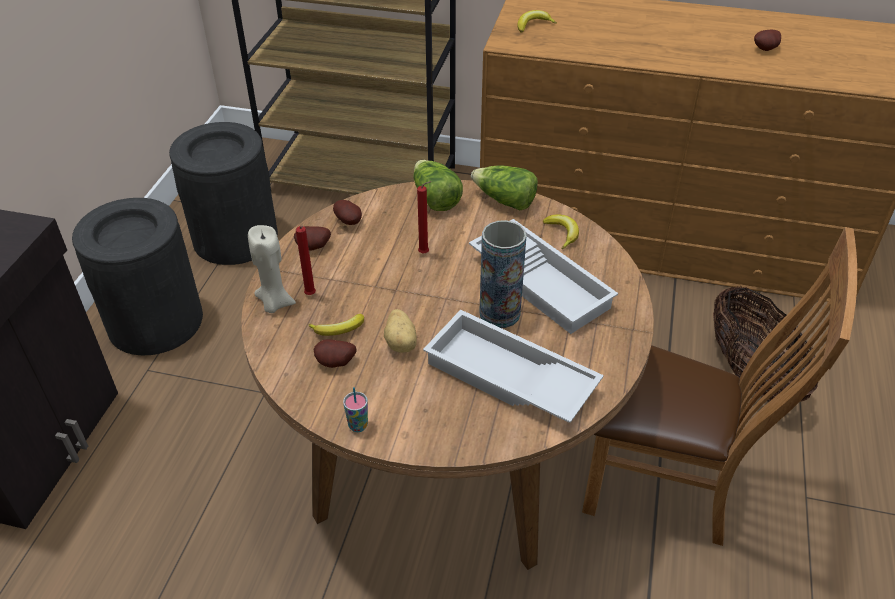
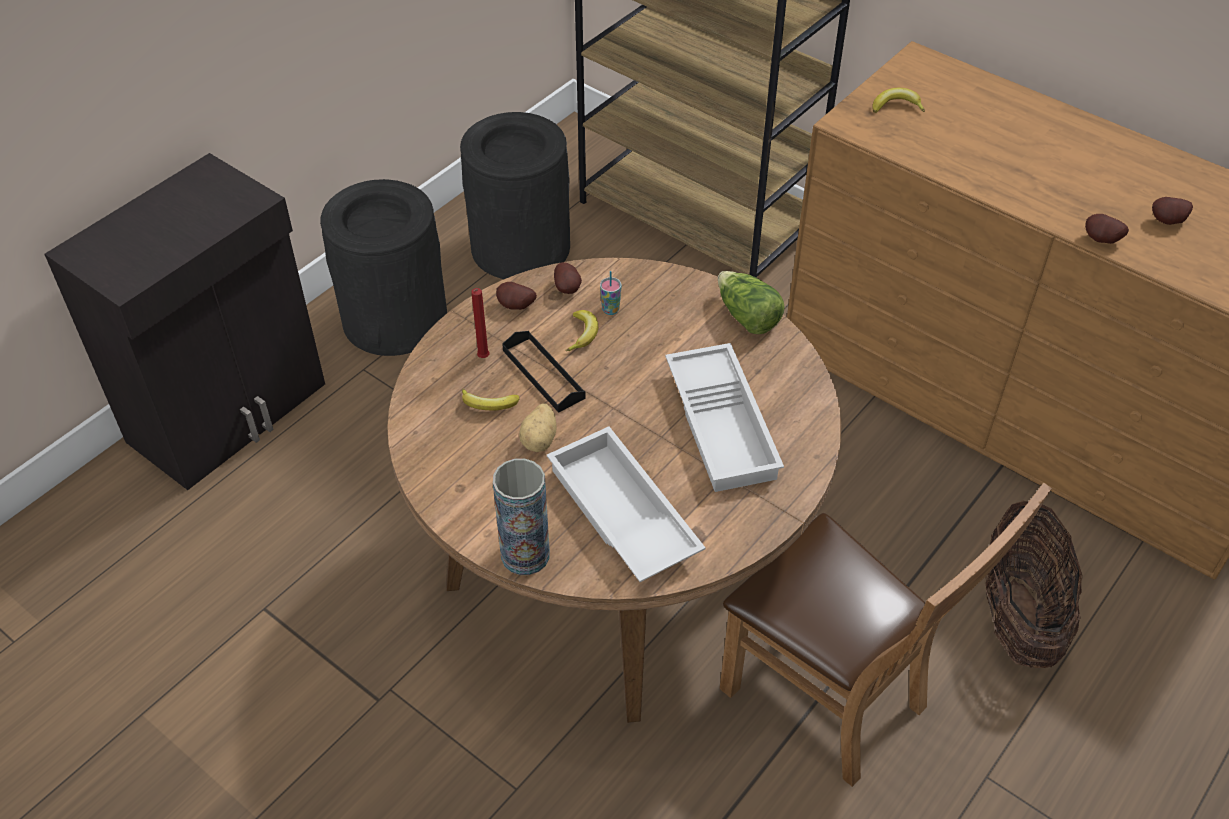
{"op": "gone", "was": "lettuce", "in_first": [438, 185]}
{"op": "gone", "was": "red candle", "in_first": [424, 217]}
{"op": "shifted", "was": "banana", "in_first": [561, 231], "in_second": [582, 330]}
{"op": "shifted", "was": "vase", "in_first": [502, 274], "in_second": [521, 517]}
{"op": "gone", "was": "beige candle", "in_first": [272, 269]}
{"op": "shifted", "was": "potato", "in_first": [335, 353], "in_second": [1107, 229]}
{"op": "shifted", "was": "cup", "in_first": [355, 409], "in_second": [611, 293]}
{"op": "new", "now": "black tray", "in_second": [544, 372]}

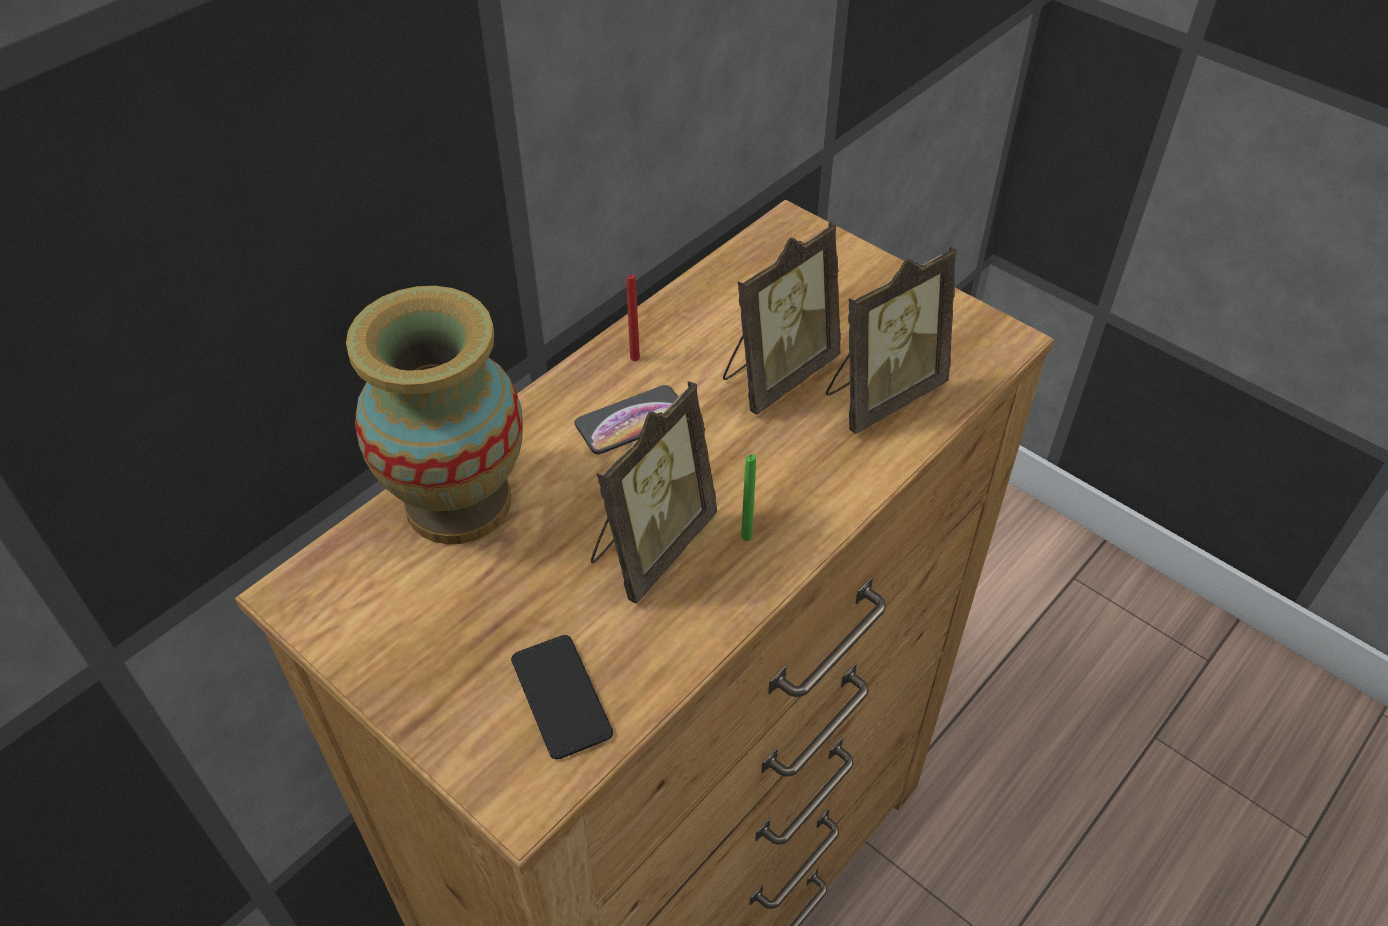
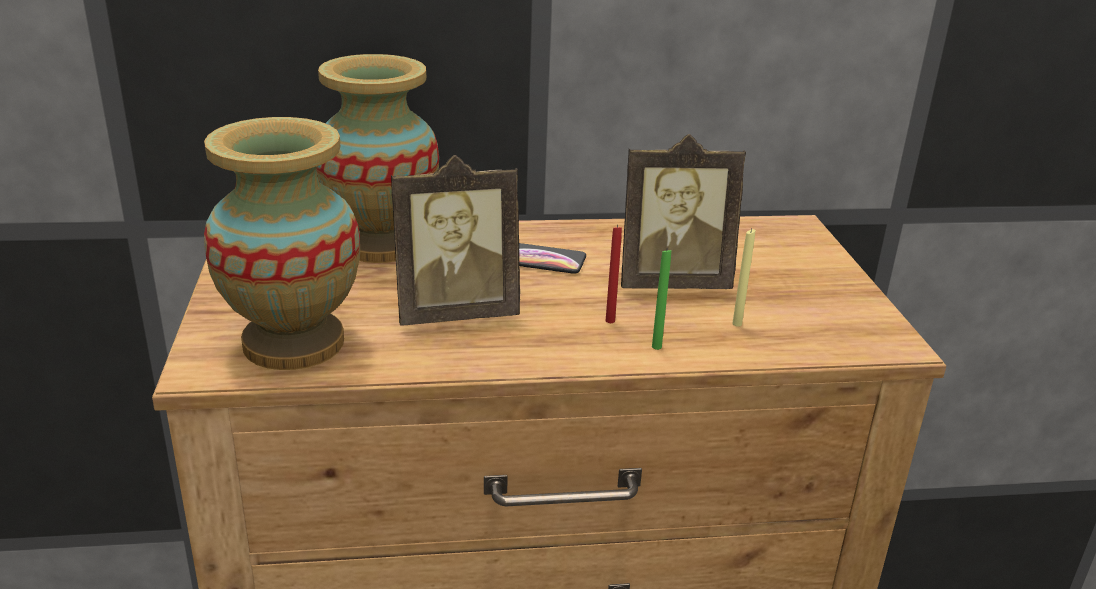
{"op": "swapped", "was": "picture frame", "now": "yellow candle", "in_first": [891, 340], "in_second": [743, 277]}
{"op": "shifted", "was": "red candle", "in_first": [633, 317], "in_second": [614, 273]}
{"op": "shifted", "was": "green candle", "in_first": [748, 497], "in_second": [661, 300]}
{"op": "swapped", "was": "phone", "now": "vase", "in_first": [562, 697], "in_second": [282, 243]}

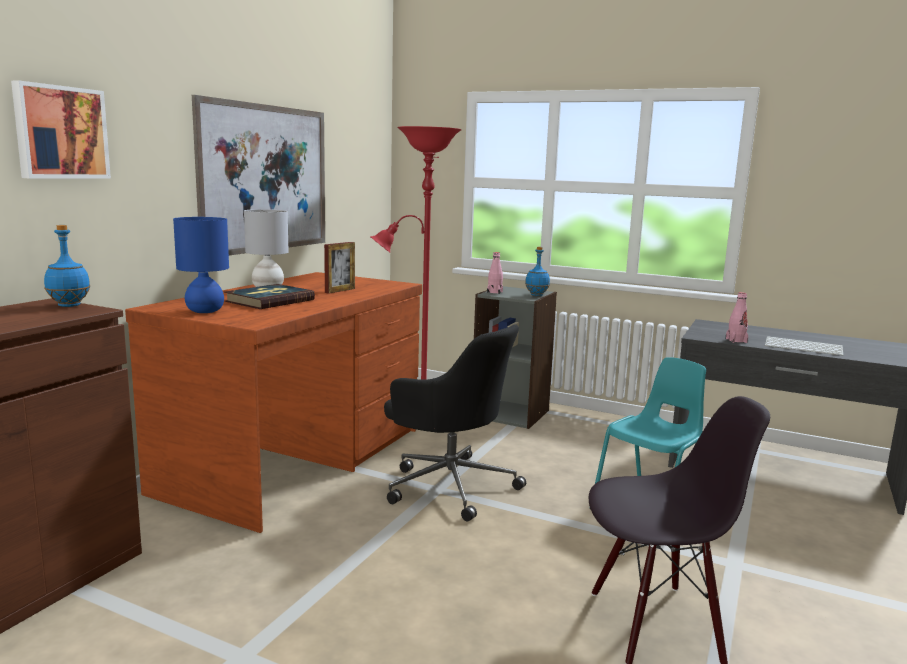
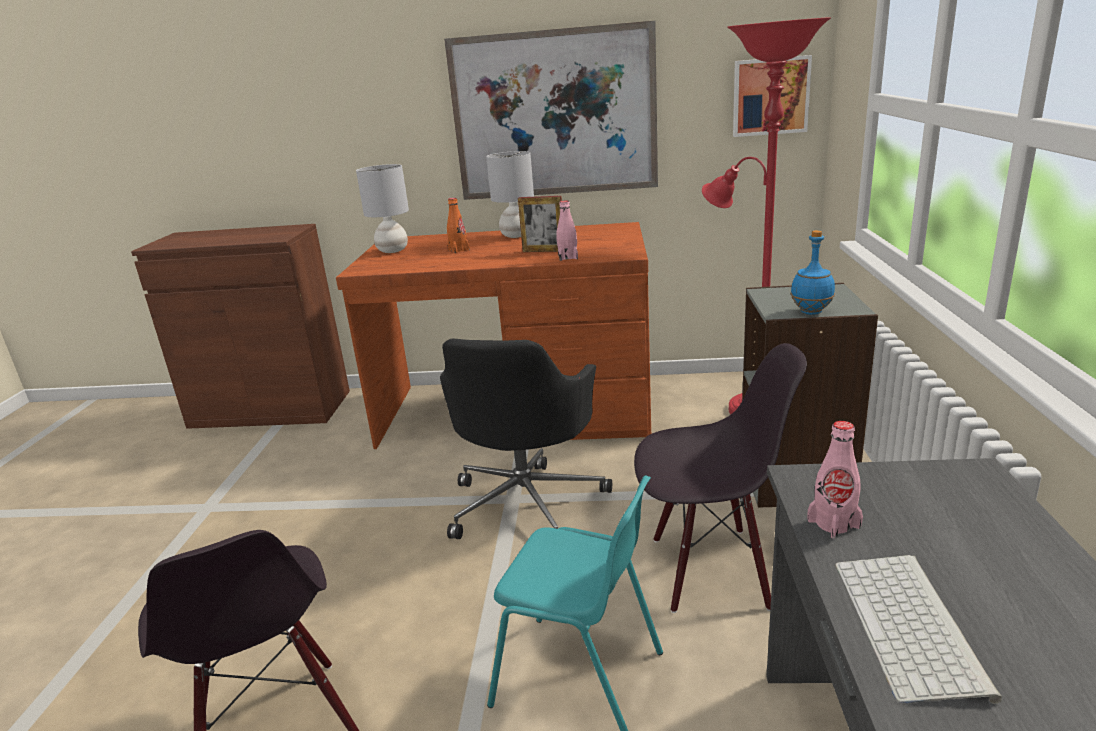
{"op": "shifted", "was": "picture", "in_first": [61, 129], "in_second": [772, 96]}
{"op": "repainted", "was": "blue table lamp", "now": "grey table lamp", "in_first": [201, 265], "in_second": [382, 208]}
{"op": "gone", "was": "blue bottle", "in_first": [67, 266]}
{"op": "shifted", "was": "pink bottle", "in_first": [495, 273], "in_second": [567, 230]}
{"op": "swapped", "was": "book", "now": "orange bottle", "in_first": [269, 296], "in_second": [458, 225]}
{"op": "new", "now": "black chair", "in_second": [720, 478]}

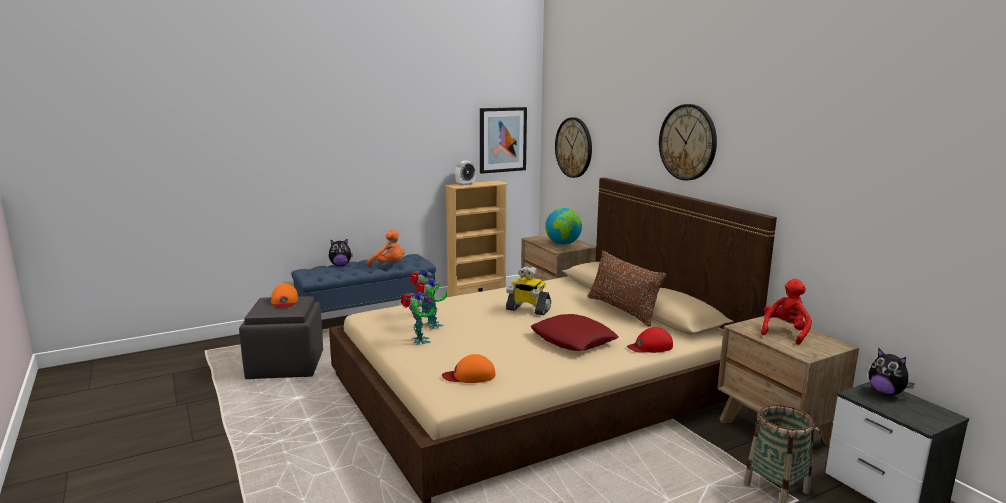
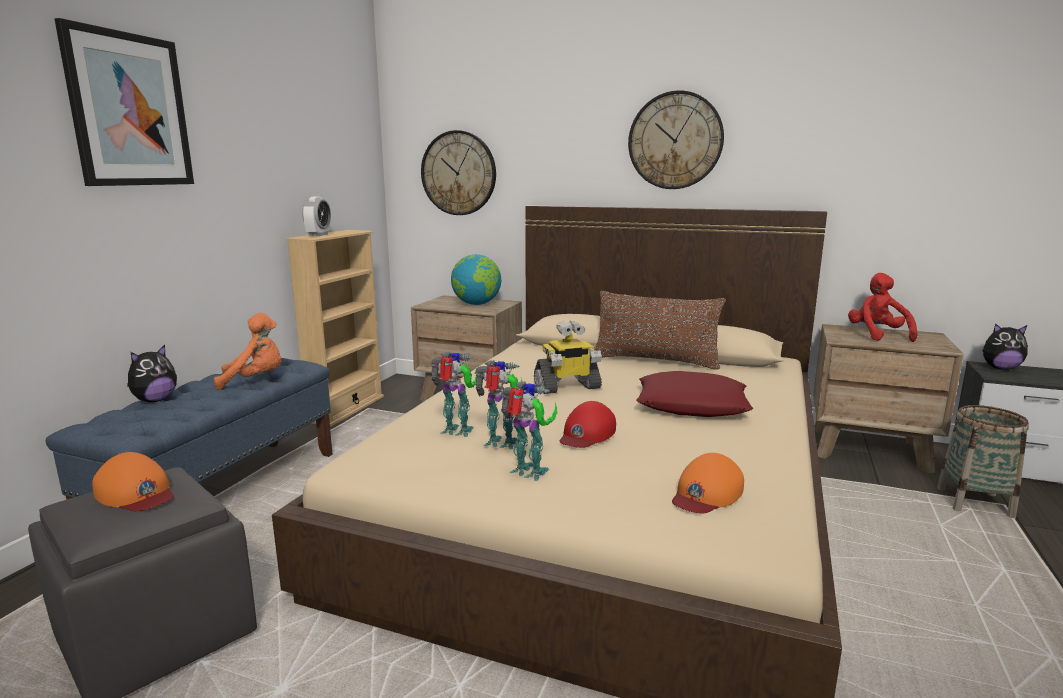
{"op": "shifted", "was": "picture", "in_first": [503, 140], "in_second": [124, 102]}
{"op": "shifted", "was": "red cap", "in_first": [650, 340], "in_second": [587, 424]}

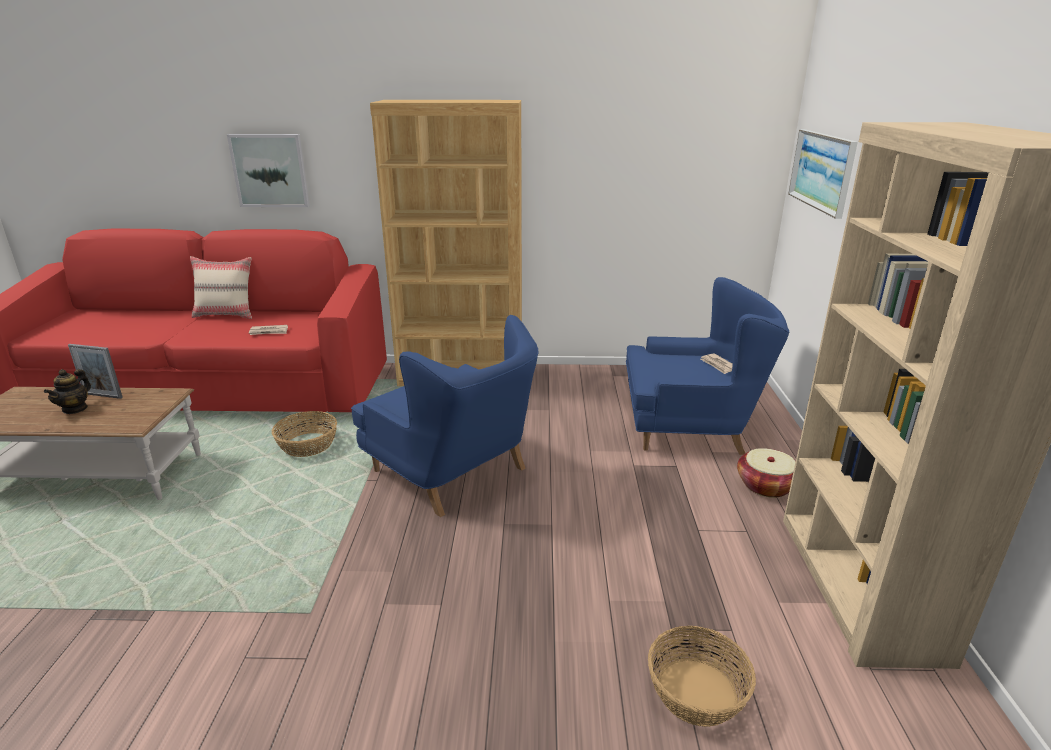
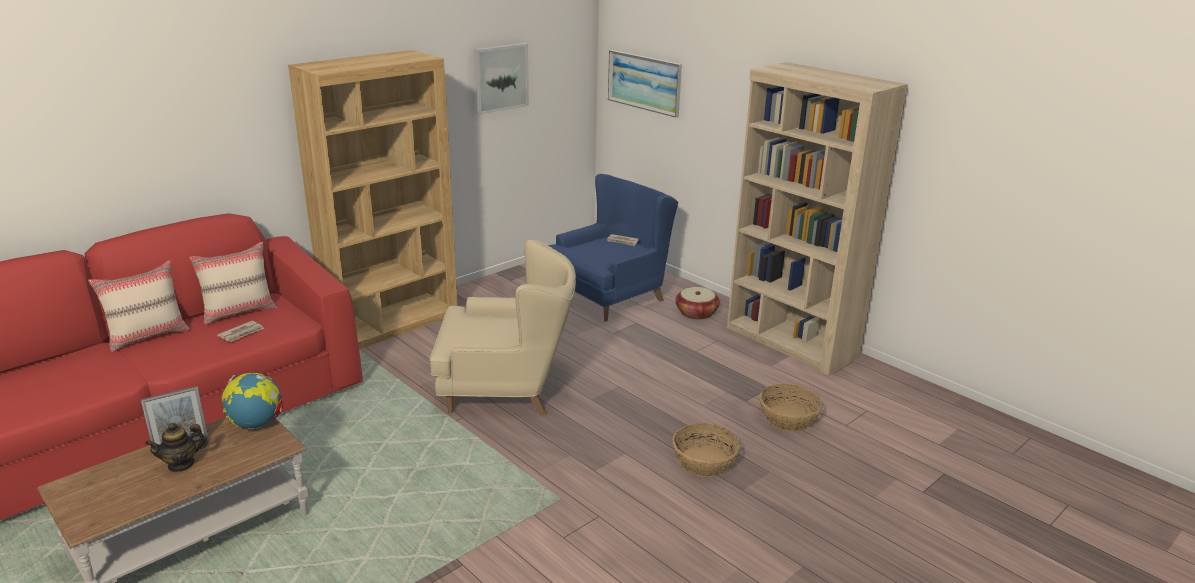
{"op": "shifted", "was": "picture", "in_first": [268, 170], "in_second": [501, 79]}
{"op": "repainted", "was": "blue armchair", "now": "beige armchair", "in_first": [445, 416], "in_second": [503, 327]}
{"op": "rotated", "was": "teapot", "in_first": [67, 391], "in_second": [176, 447], "clockwise": 90}
{"op": "shifted", "was": "basket", "in_first": [304, 434], "in_second": [706, 450]}
{"op": "new", "now": "beige pillow", "in_second": [233, 283]}
{"op": "new", "now": "globe", "in_second": [252, 401]}

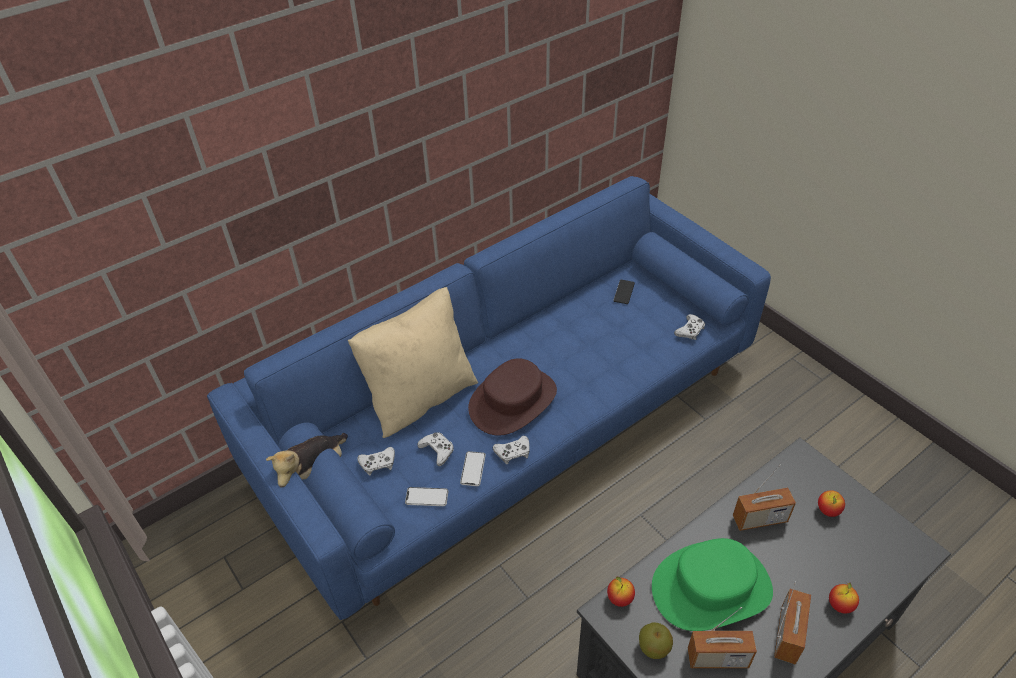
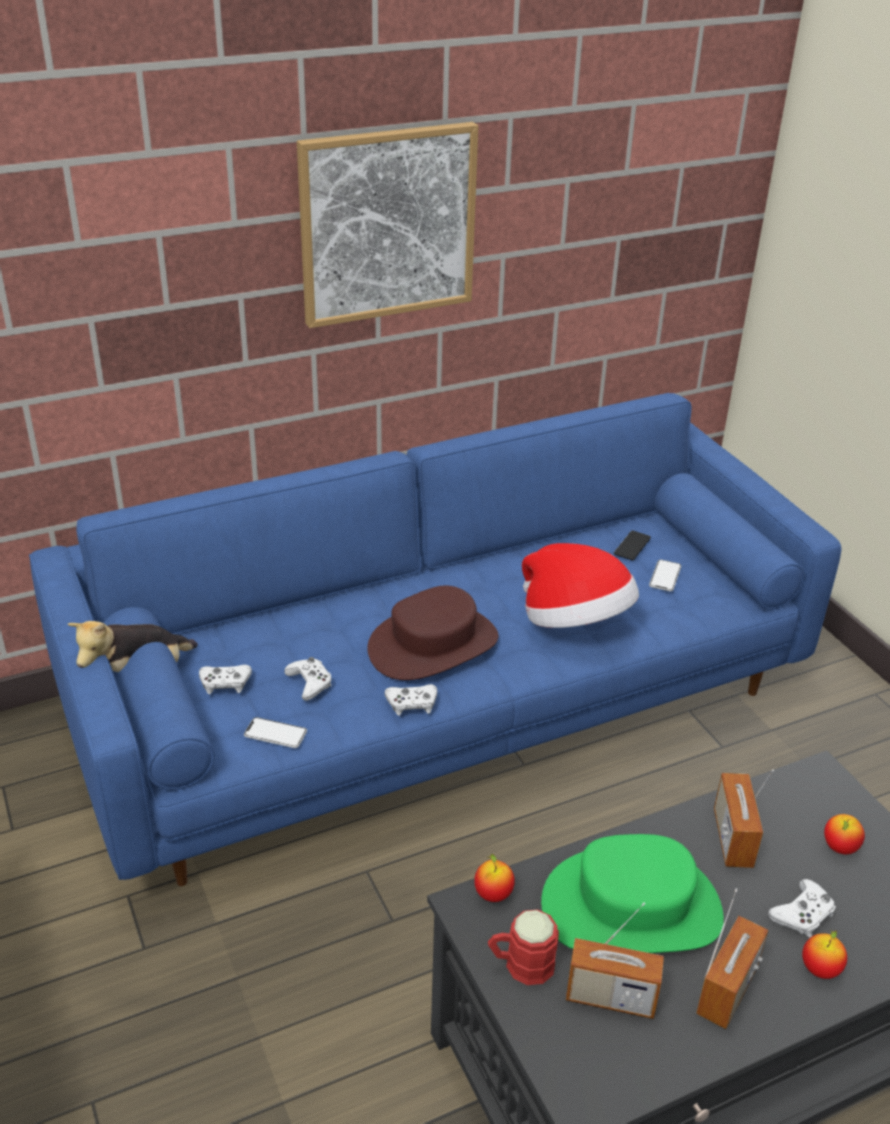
{"op": "gone", "was": "beige pillow", "in_first": [413, 362]}
{"op": "shifted", "was": "white game controller", "in_first": [689, 327], "in_second": [802, 908]}
{"op": "shifted", "was": "phone", "in_first": [473, 468], "in_second": [665, 575]}
{"op": "rotated", "was": "radio", "in_first": [764, 498], "in_second": [744, 819], "clockwise": 90}
{"op": "swapped", "was": "apple", "now": "red mug", "in_first": [656, 640], "in_second": [523, 947]}
{"op": "new", "now": "picture", "in_second": [388, 225]}
{"op": "new", "now": "hat", "in_second": [580, 585]}

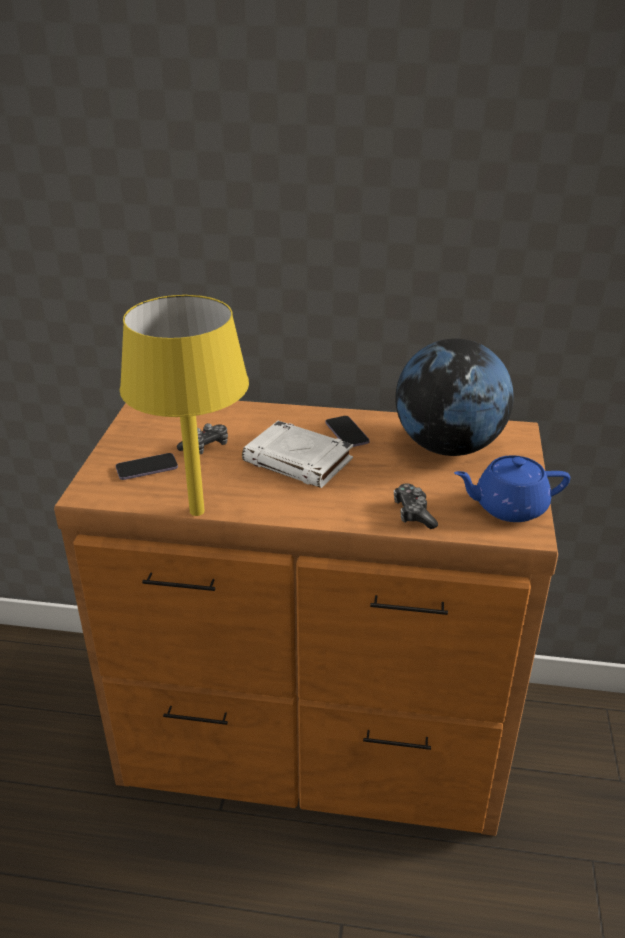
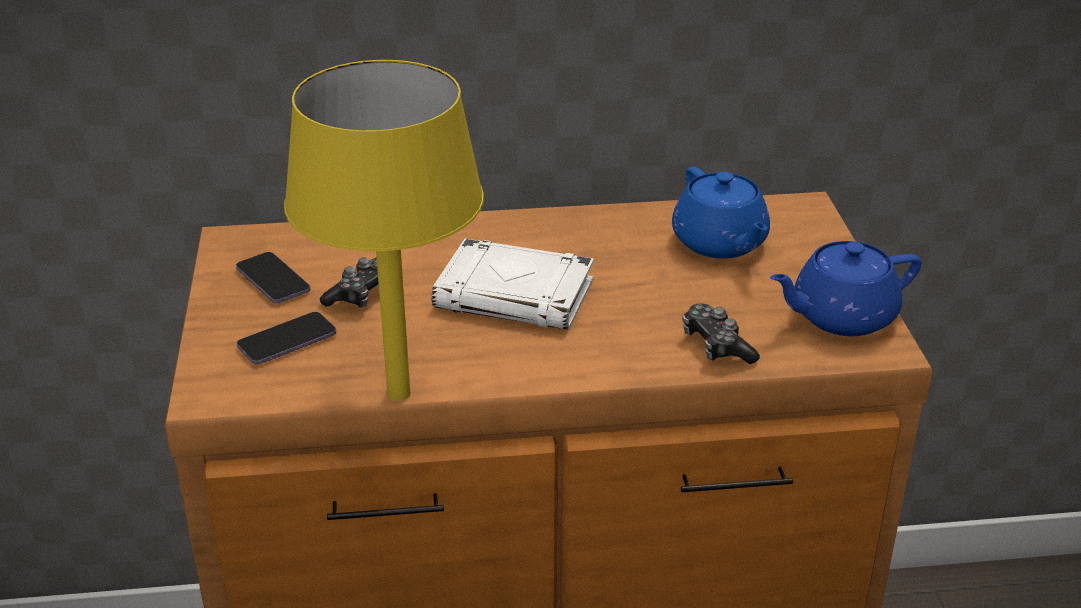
{"op": "swapped", "was": "globe", "now": "blue teapot", "in_first": [455, 397], "in_second": [721, 213]}
{"op": "shifted", "was": "phone", "in_first": [348, 431], "in_second": [273, 277]}

